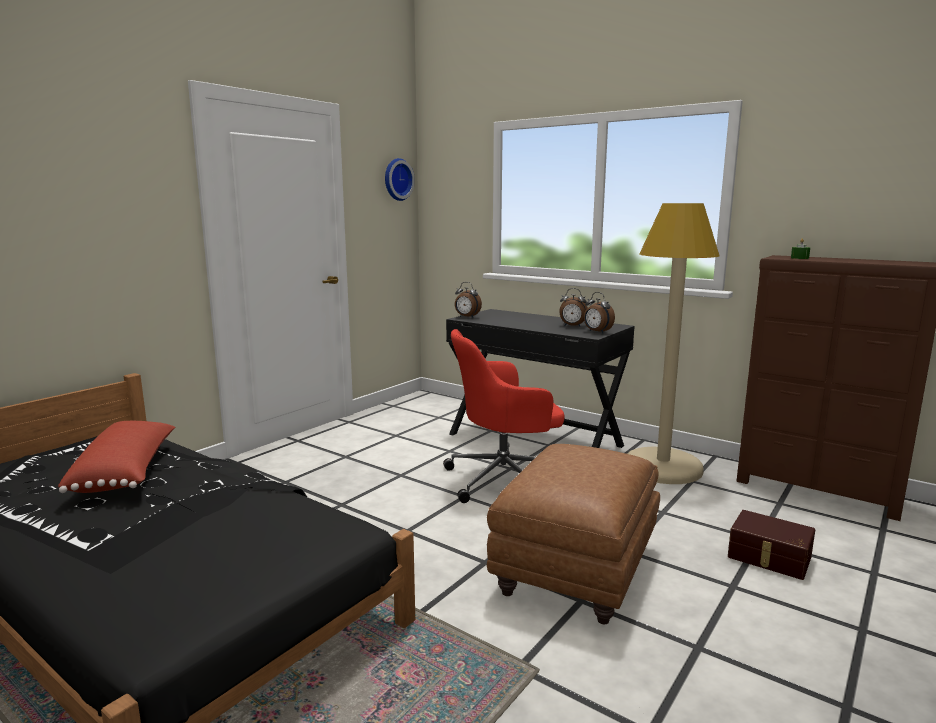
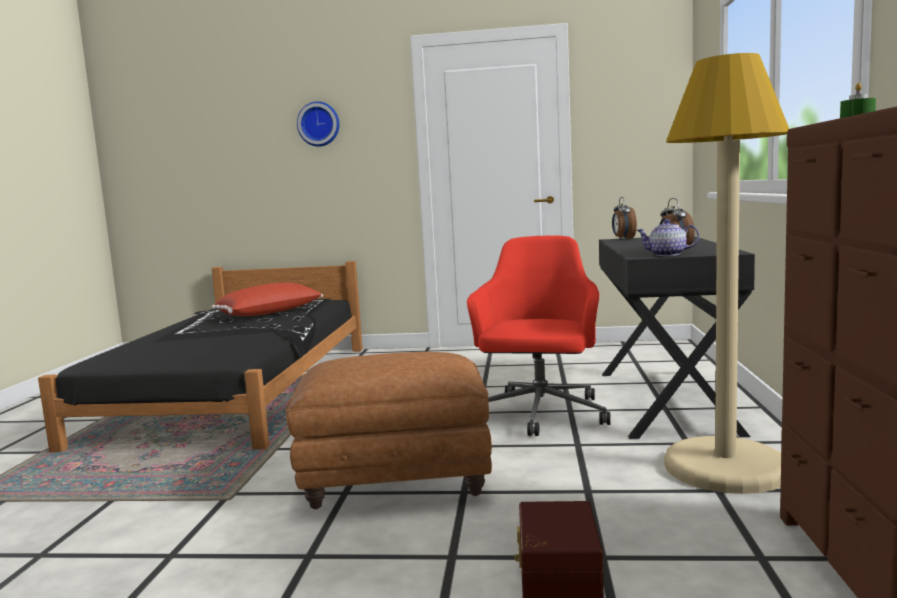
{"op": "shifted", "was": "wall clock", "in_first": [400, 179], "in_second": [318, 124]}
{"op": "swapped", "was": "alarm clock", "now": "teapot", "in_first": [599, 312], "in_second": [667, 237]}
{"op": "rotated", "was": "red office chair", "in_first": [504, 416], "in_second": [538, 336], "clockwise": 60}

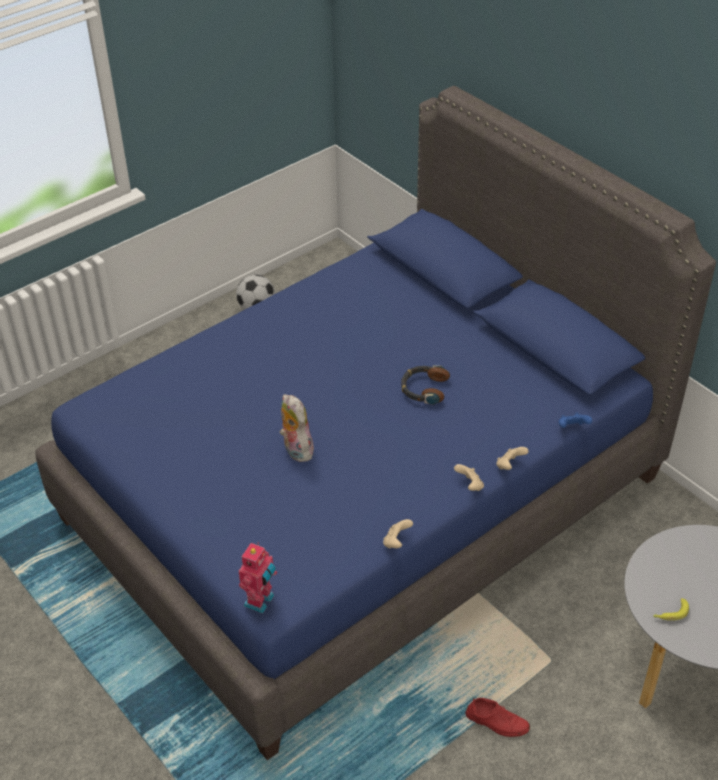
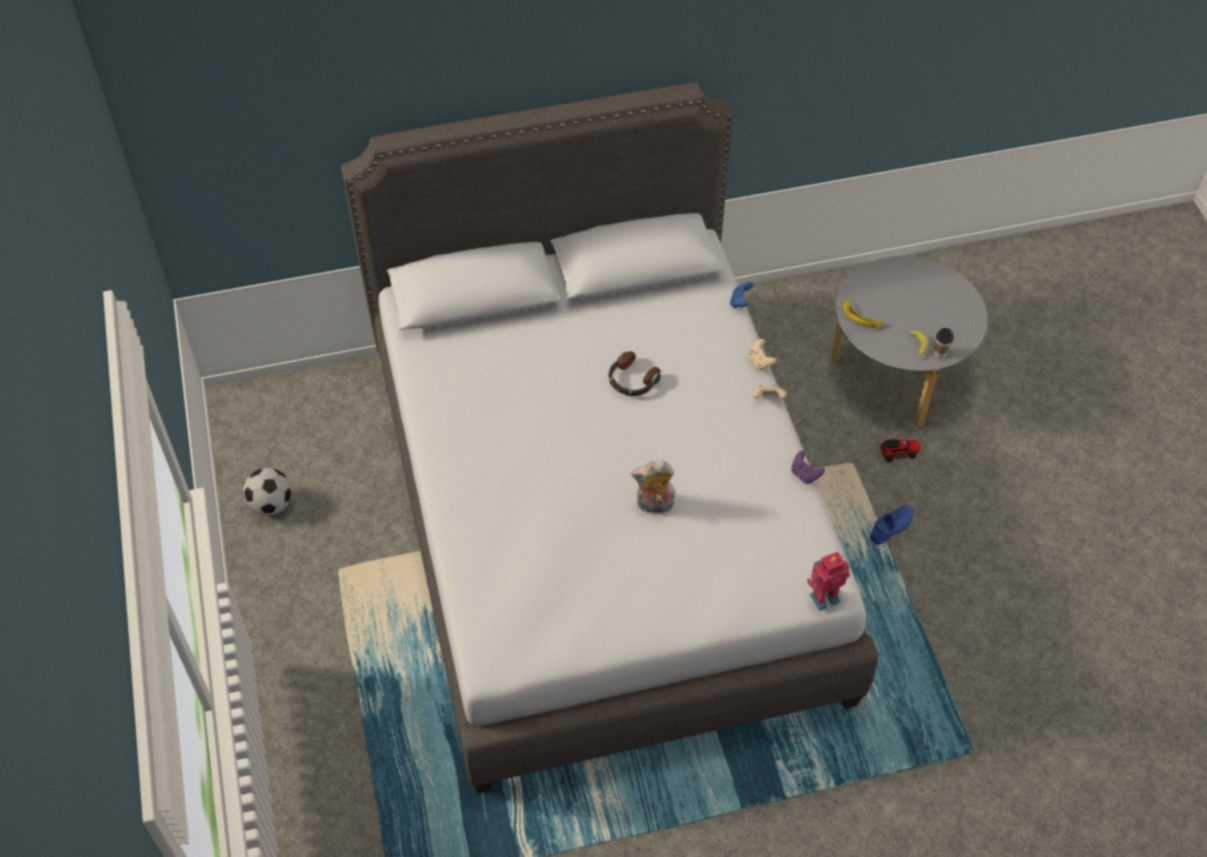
{"op": "repainted", "was": "blue bed", "now": "grey bed", "in_first": [375, 423], "in_second": [610, 437]}
{"op": "repainted", "was": "beige game controller", "now": "purple game controller", "in_first": [398, 533], "in_second": [808, 467]}
{"op": "rotated", "was": "toy robot", "in_first": [258, 578], "in_second": [828, 581], "clockwise": -75}
{"op": "repainted", "was": "red shoe", "now": "blue shoe", "in_first": [497, 717], "in_second": [892, 525]}
{"op": "new", "now": "banana", "in_second": [863, 312]}
{"op": "new", "now": "cup", "in_second": [944, 343]}
{"op": "new", "now": "toy truck", "in_second": [900, 450]}

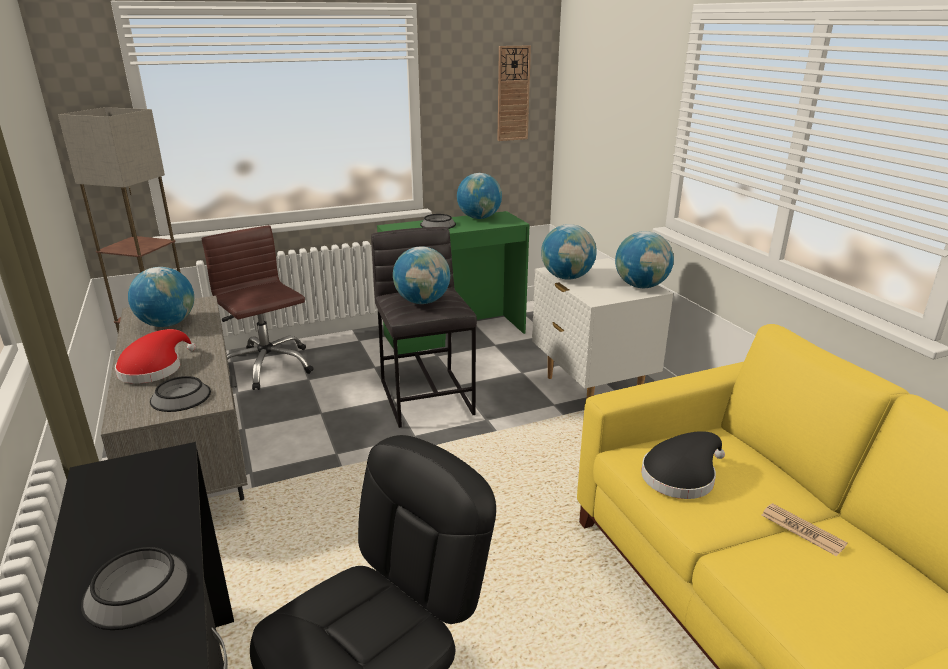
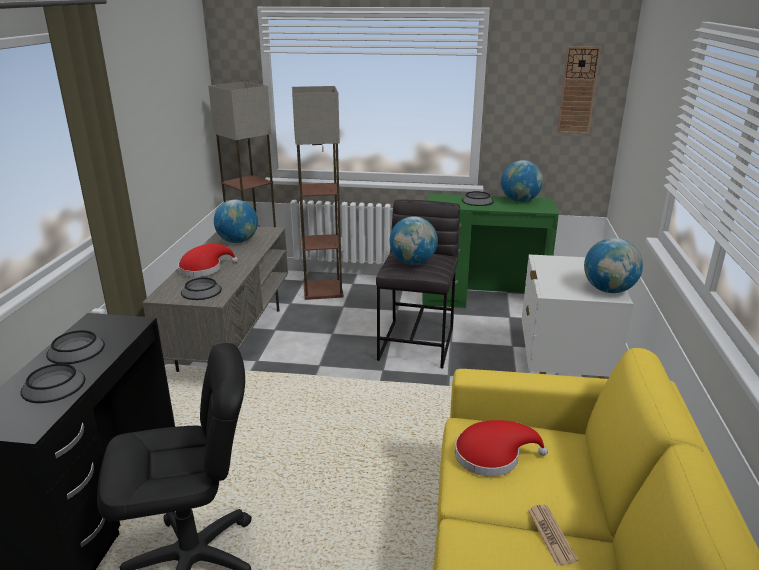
{"op": "gone", "was": "globe", "in_first": [569, 252]}
{"op": "swapped", "was": "brown office chair", "now": "floor lamp", "in_first": [258, 307], "in_second": [318, 193]}
{"op": "repainted", "was": "black hat", "now": "red hat", "in_first": [683, 465], "in_second": [501, 448]}
{"op": "new", "now": "bowl", "in_second": [75, 347]}

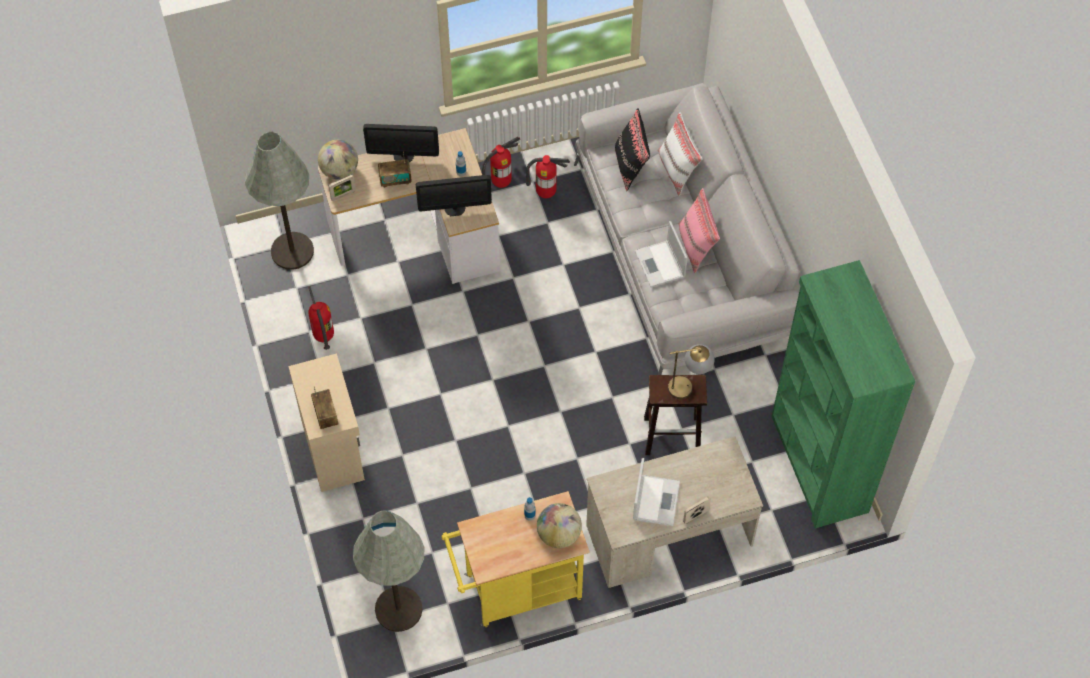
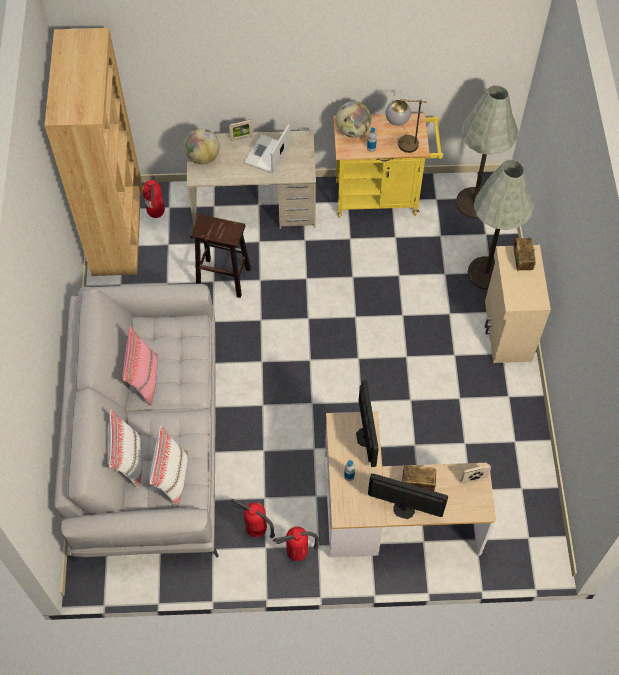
{"op": "repainted", "was": "black pillow", "now": "white pillow", "in_first": [632, 149], "in_second": [168, 466]}
{"op": "shifted", "was": "grey floor lamp", "in_first": [279, 201], "in_second": [501, 224]}
{"op": "shifted", "was": "globe", "in_first": [338, 160], "in_second": [202, 146]}
{"op": "rotated", "was": "monitor", "in_first": [454, 195], "in_second": [367, 423], "clockwise": 75}
{"op": "gone", "was": "laptop", "in_first": [661, 254]}
{"op": "repainted", "was": "green bookcase", "now": "brown bookcase", "in_first": [843, 394], "in_second": [94, 152]}
{"op": "shifted", "was": "fire extinguisher", "in_first": [321, 318], "in_second": [153, 197]}
{"op": "shifted", "was": "table lamp", "in_first": [691, 371], "in_second": [406, 126]}

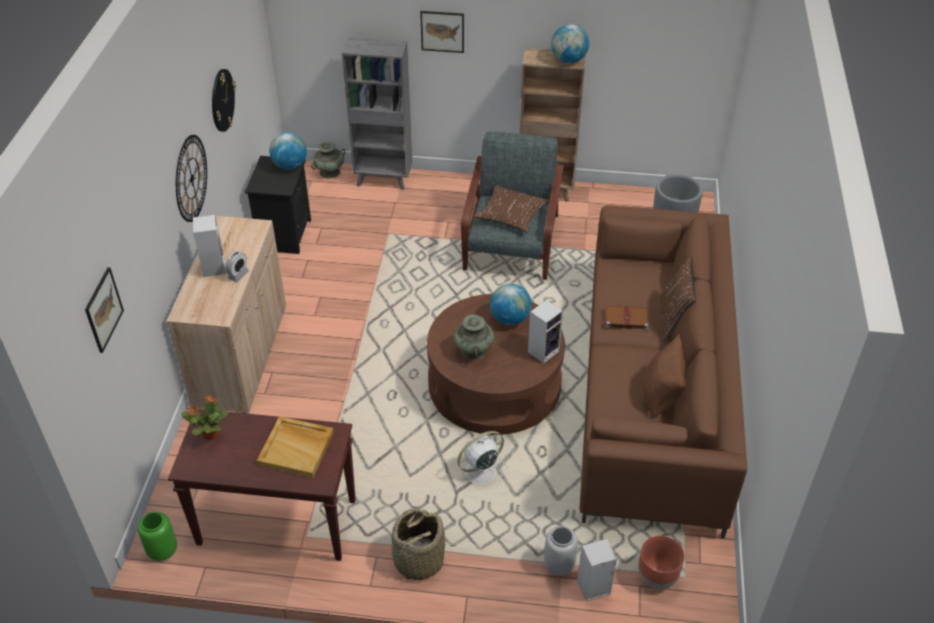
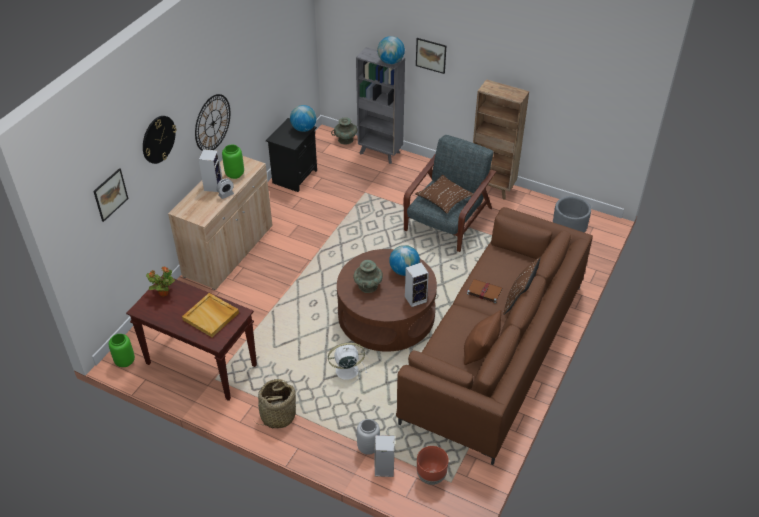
{"op": "shifted", "was": "globe", "in_first": [570, 43], "in_second": [391, 50]}
{"op": "shifted", "was": "wall clock", "in_first": [224, 100], "in_second": [160, 140]}
{"op": "new", "now": "green vase", "in_second": [233, 161]}

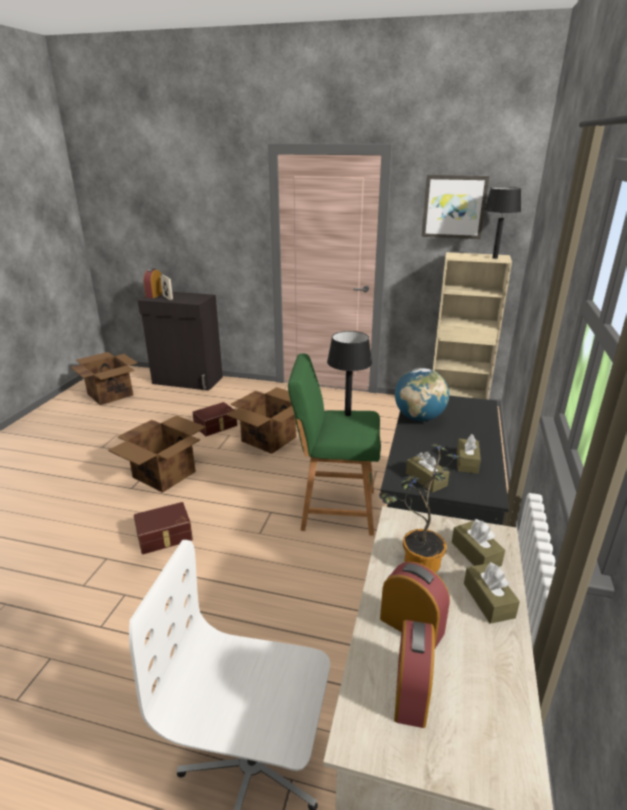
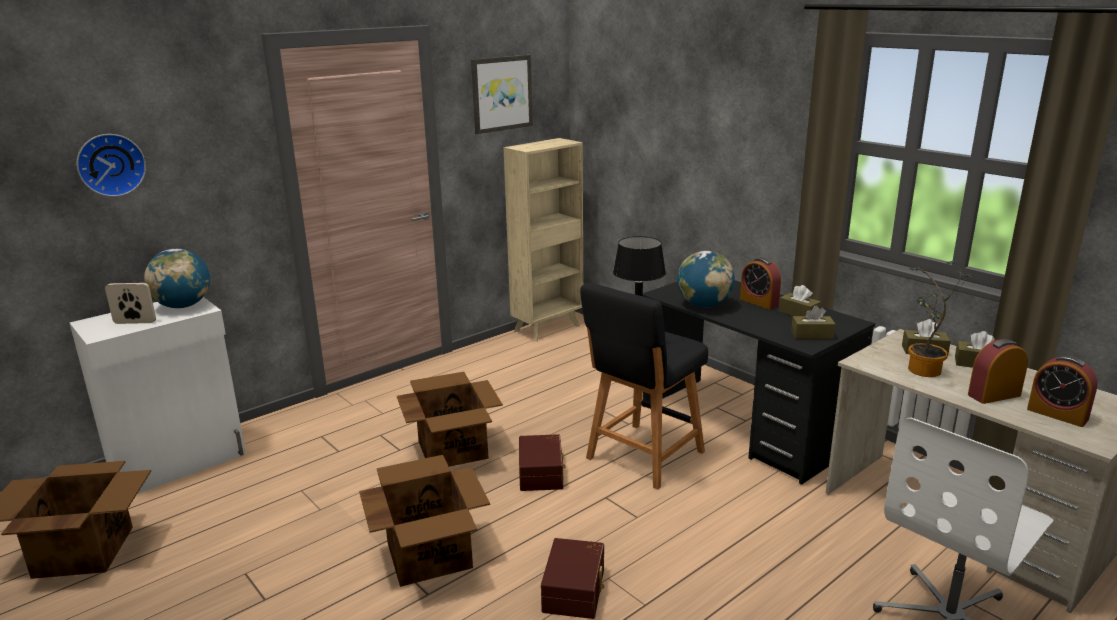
{"op": "gone", "was": "black table lamp", "in_first": [502, 223]}
{"op": "shifted", "was": "alarm clock", "in_first": [153, 283], "in_second": [760, 283]}
{"op": "repainted", "was": "black cabinet", "now": "white cabinet", "in_first": [180, 341], "in_second": [158, 395]}
{"op": "repainted", "was": "green stool", "now": "black stool", "in_first": [334, 445], "in_second": [644, 386]}
{"op": "shifted", "was": "brown storage box", "in_first": [214, 419], "in_second": [542, 462]}
{"op": "new", "now": "wall clock", "in_second": [111, 165]}
{"op": "new", "now": "globe", "in_second": [177, 278]}

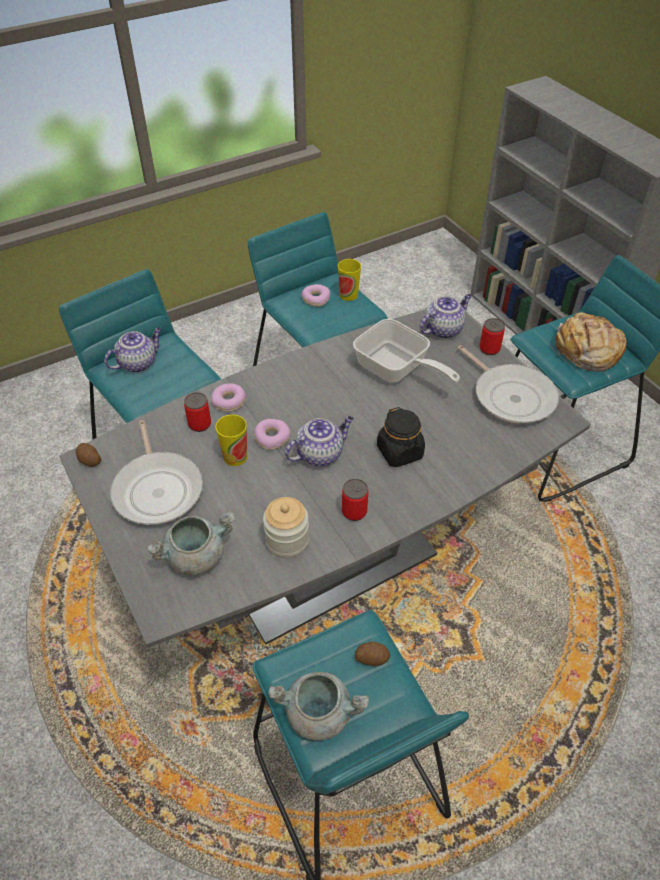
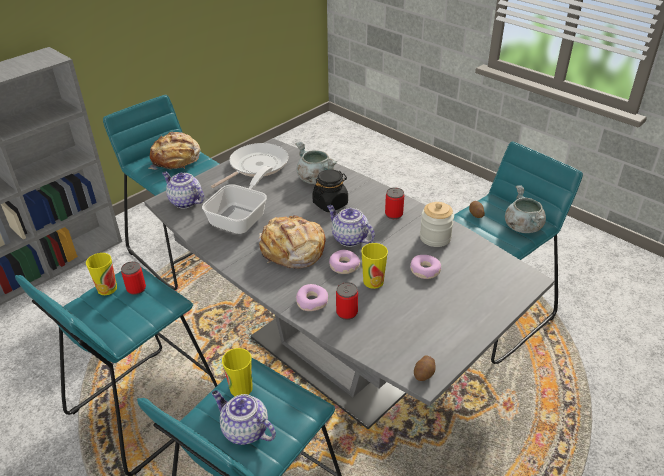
{"op": "shifted", "was": "donut", "in_first": [316, 295], "in_second": [425, 267]}
{"op": "shifted", "was": "can", "in_first": [492, 336], "in_second": [133, 278]}
{"op": "gone", "was": "frying pan", "in_first": [156, 472]}
{"op": "shifted", "was": "grey cooking pot", "in_first": [190, 543], "in_second": [316, 163]}
{"op": "new", "now": "bread", "in_second": [292, 242]}
{"op": "new", "now": "cup", "in_second": [237, 372]}

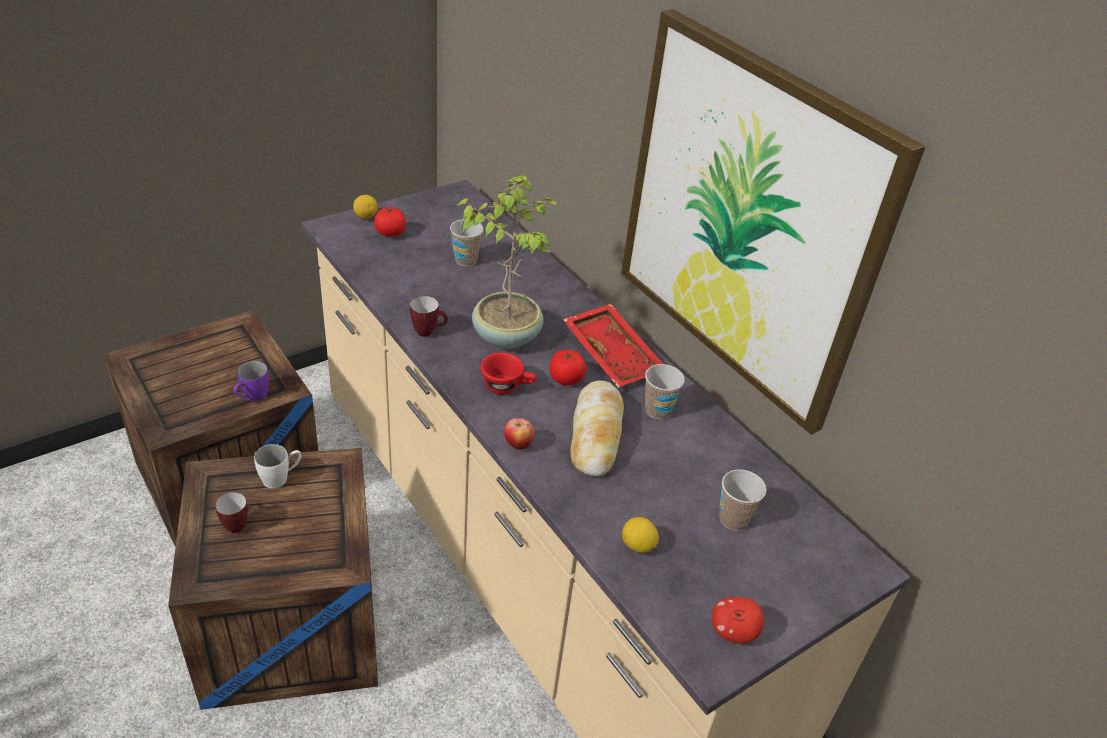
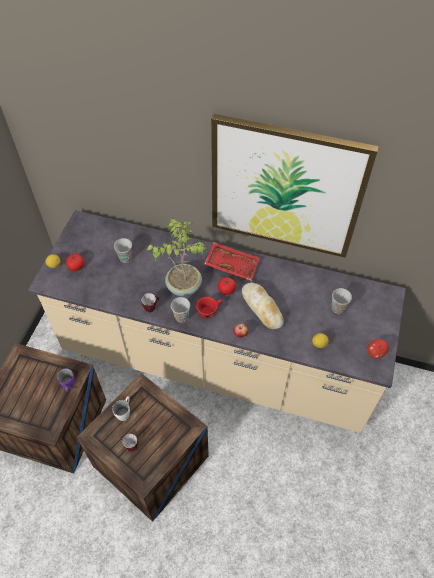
{"op": "shifted", "was": "cup", "in_first": [665, 391], "in_second": [180, 310]}

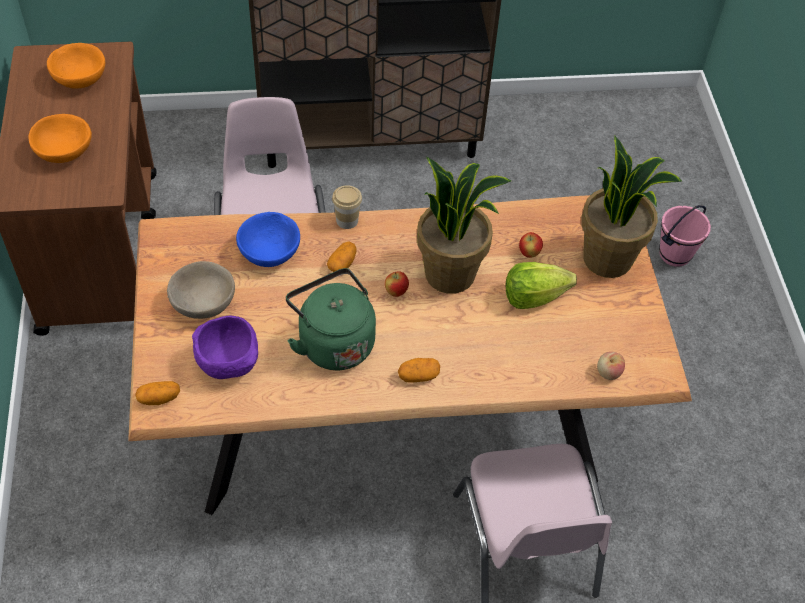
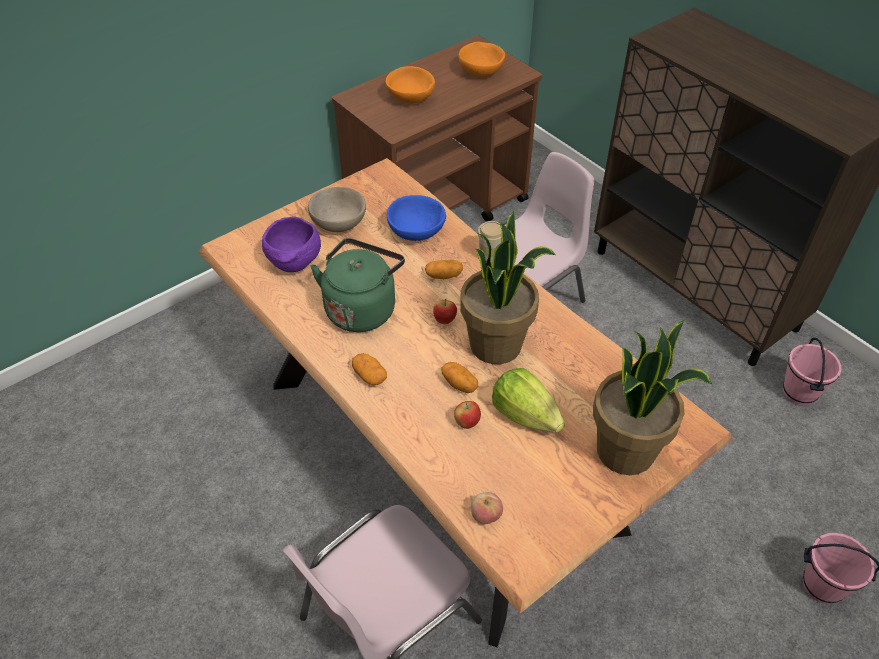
{"op": "shifted", "was": "apple", "in_first": [531, 245], "in_second": [467, 415]}
{"op": "shifted", "was": "potato", "in_first": [157, 393], "in_second": [460, 377]}
{"op": "new", "now": "pink bucket", "in_second": [812, 372]}

